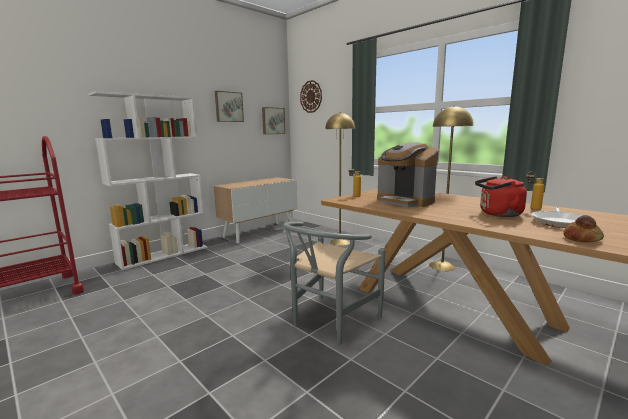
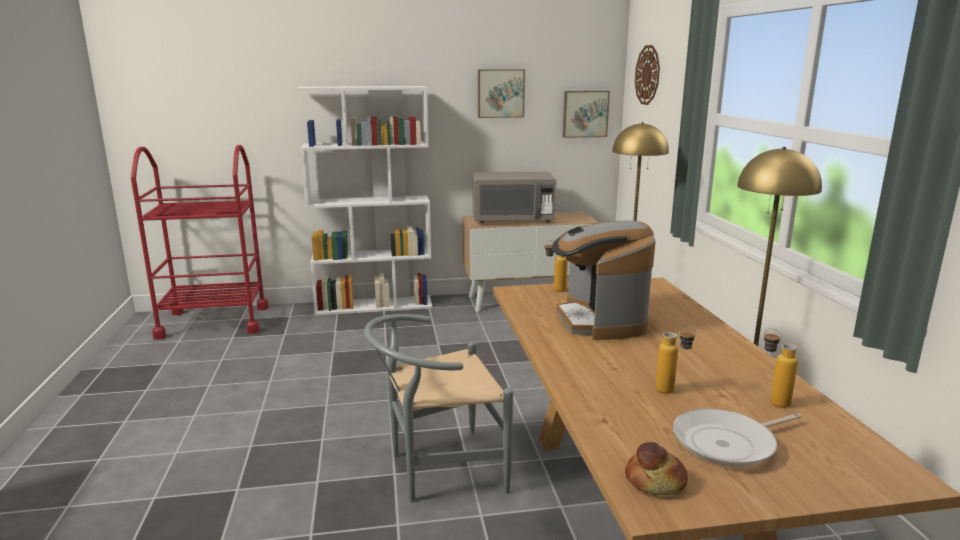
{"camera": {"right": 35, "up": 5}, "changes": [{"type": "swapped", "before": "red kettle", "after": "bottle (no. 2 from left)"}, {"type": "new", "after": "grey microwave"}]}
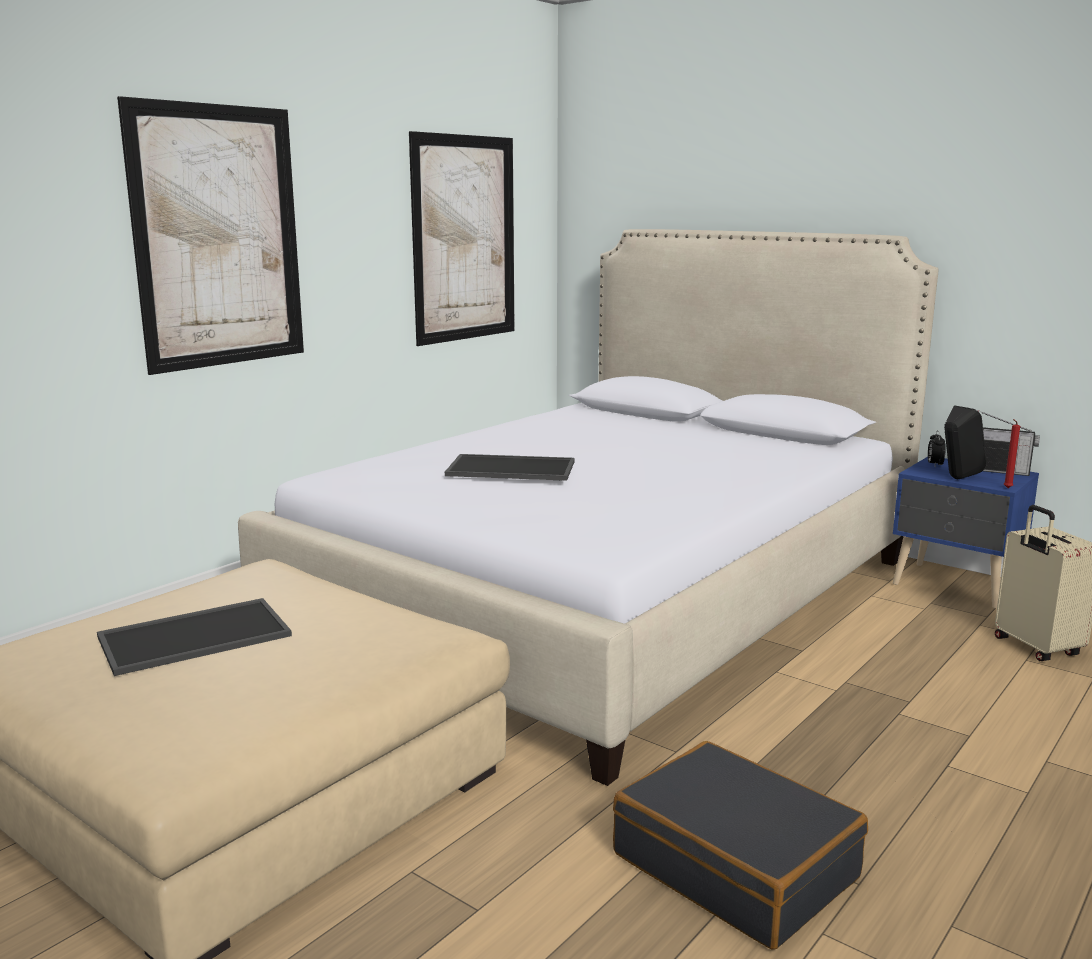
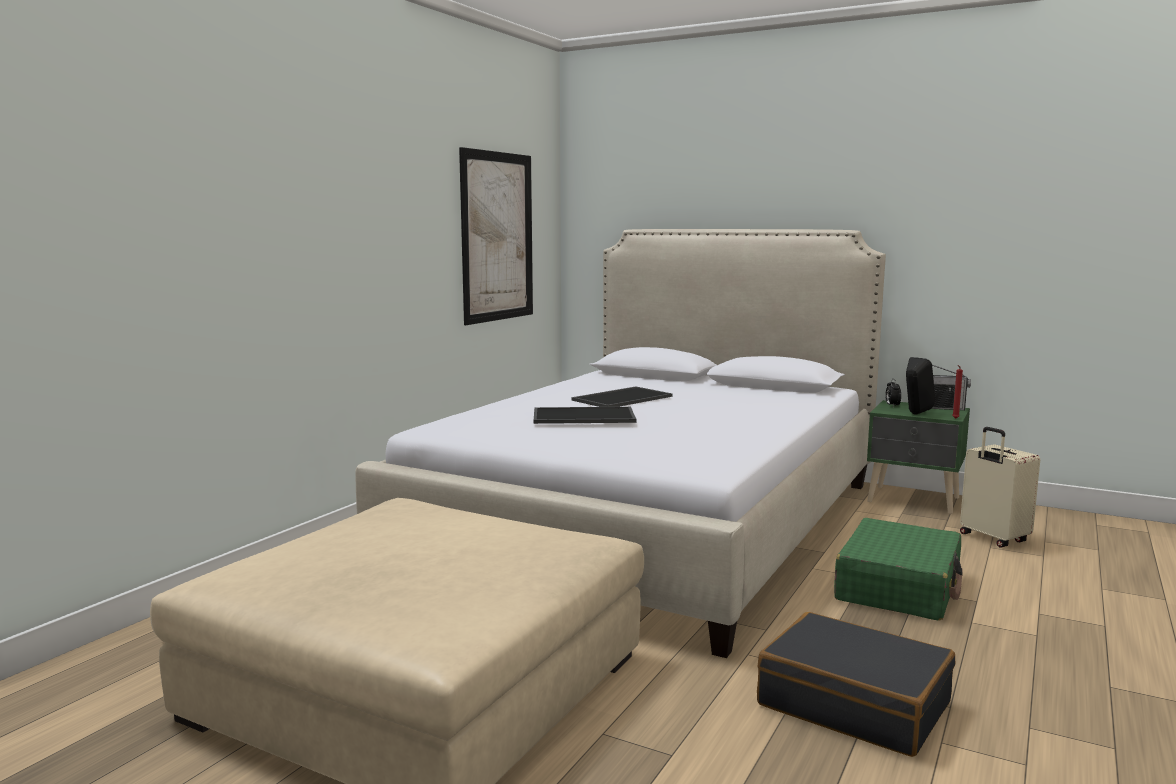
{"camera": {"right": -10, "up": -5}, "changes": [{"type": "gone", "before": "picture (no. 1 from left)"}, {"type": "repainted", "before": "blue nightstand", "after": "green nightstand"}, {"type": "shifted", "before": "tray (no. 1 from left in the first image)", "after": "tray (no. 2 from left)"}, {"type": "new", "after": "green suitcase"}]}
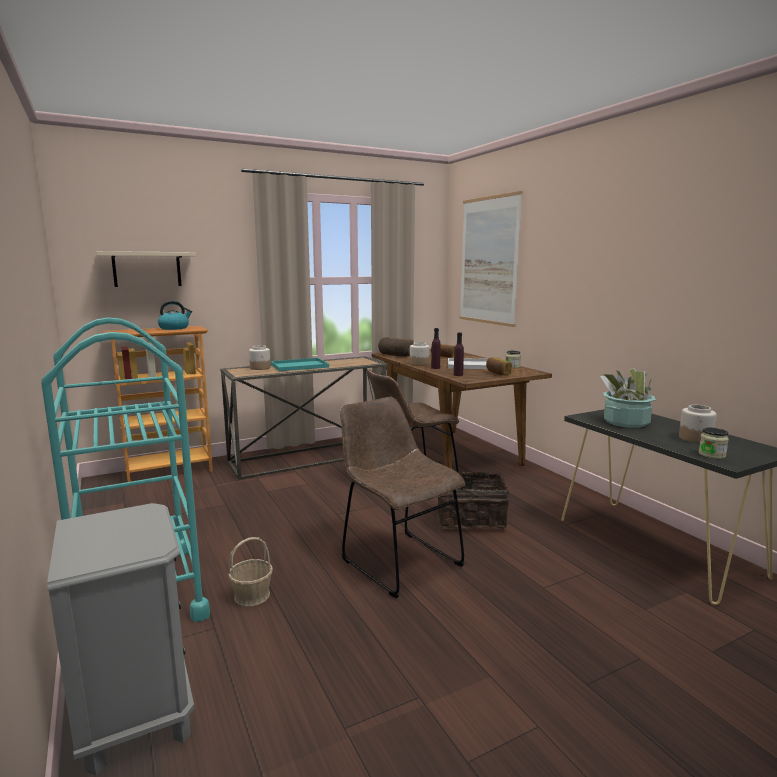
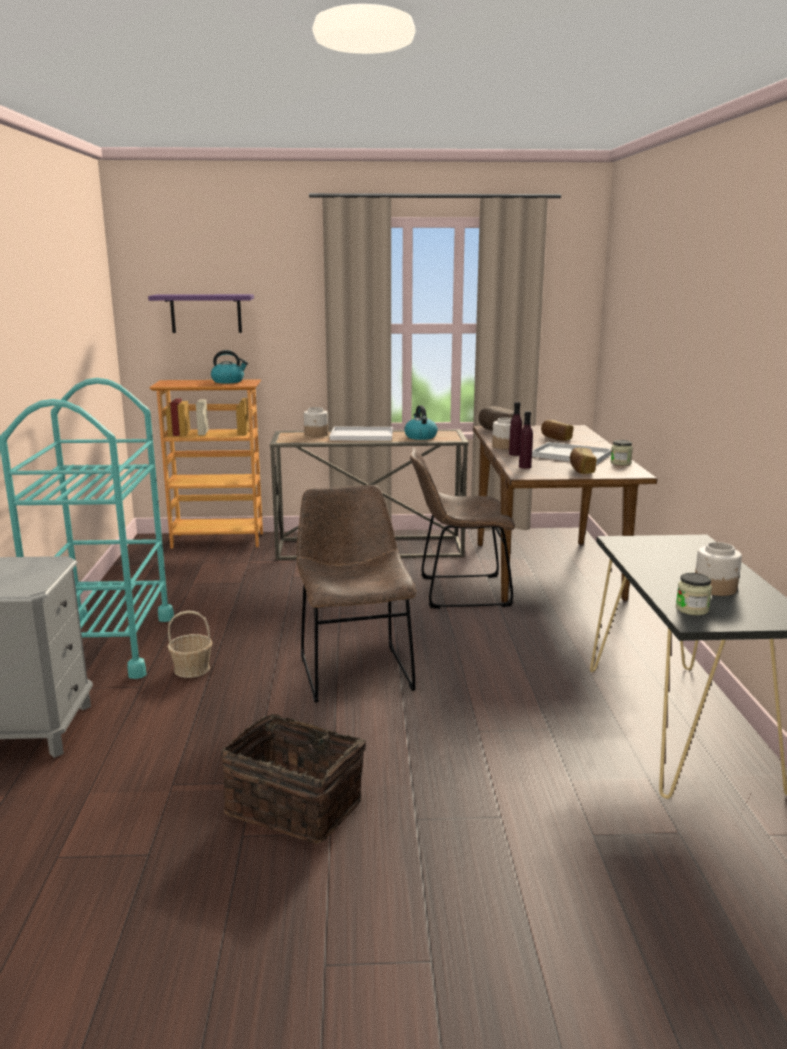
{"camera": {"right": 25, "up": 5}, "changes": [{"type": "gone", "before": "picture"}, {"type": "repainted", "before": "beige shelf", "after": "purple shelf"}, {"type": "repainted", "before": "turquoise tray", "after": "white tray (no. 1 from left)"}, {"type": "gone", "before": "potted plant"}, {"type": "shifted", "before": "basket (no. 2 from left)"}, {"type": "new", "after": "kettle (no. 2 from left)"}]}
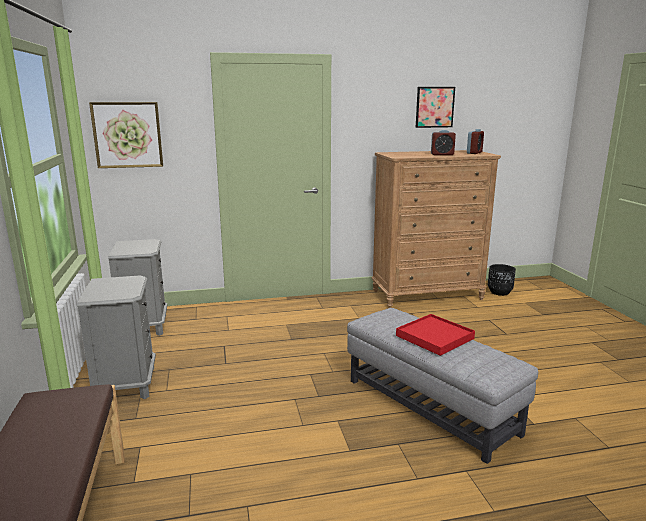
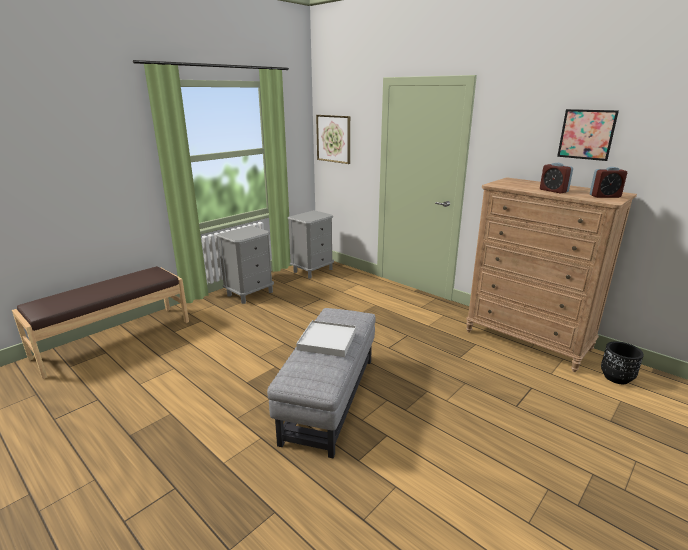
{"camera": {"right": 55, "up": 5}, "changes": [{"type": "repainted", "before": "red tray", "after": "white tray"}]}
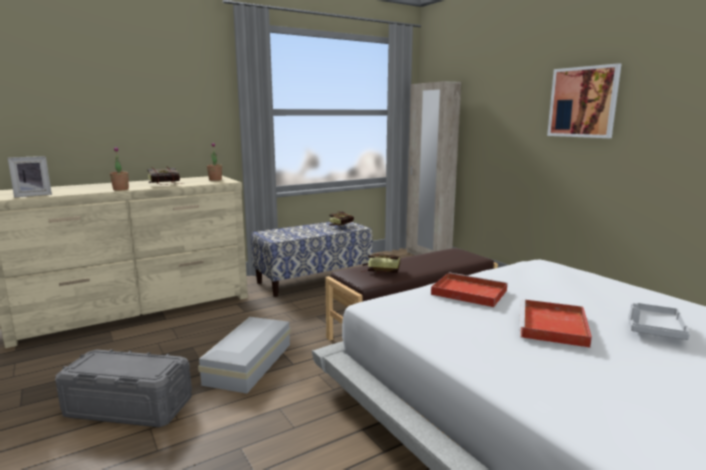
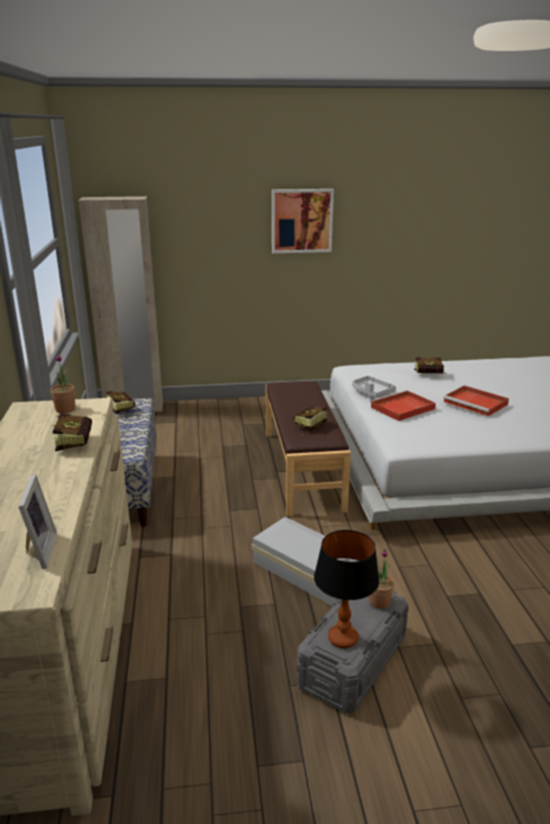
{"camera": {"right": -65, "up": 10}, "changes": [{"type": "shifted", "before": "potted plant (no. 1 from left in the first image)", "after": "potted plant (no. 2 from left)"}, {"type": "shifted", "before": "grey tray"}, {"type": "new", "after": "book (no. 4 from left)"}, {"type": "new", "after": "table lamp"}]}
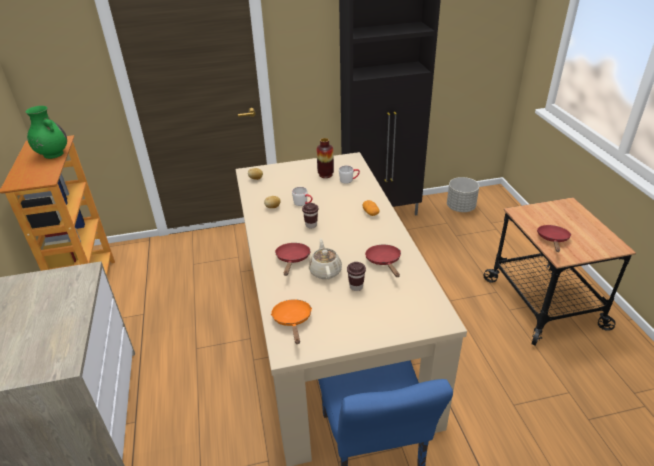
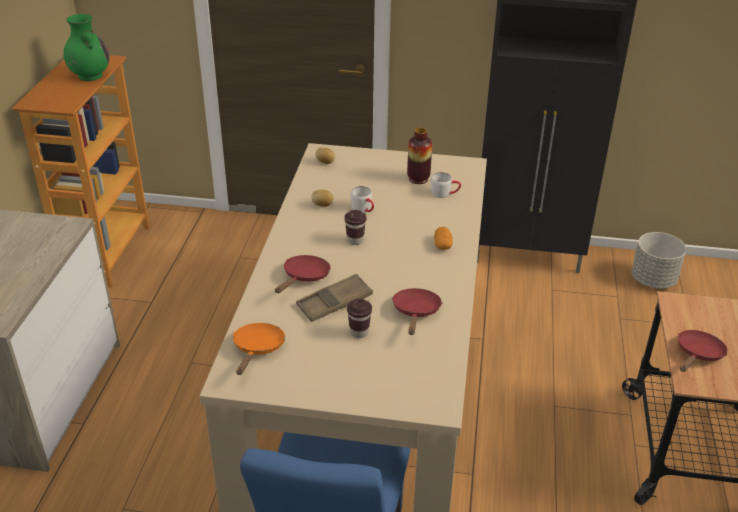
{"camera": {"right": 20, "up": 0}, "changes": [{"type": "swapped", "before": "beige teapot", "after": "brown tray"}]}
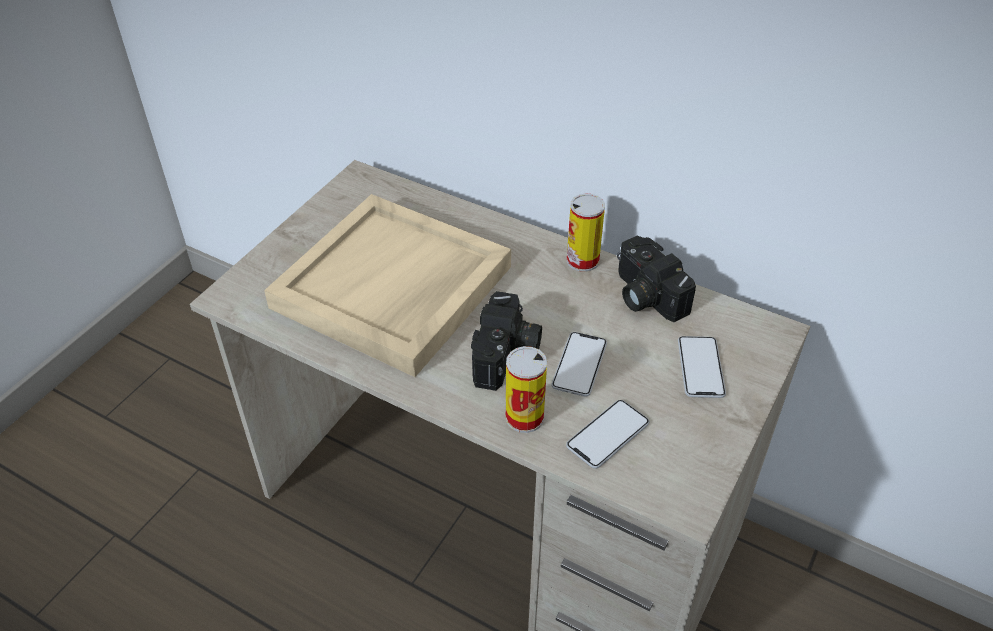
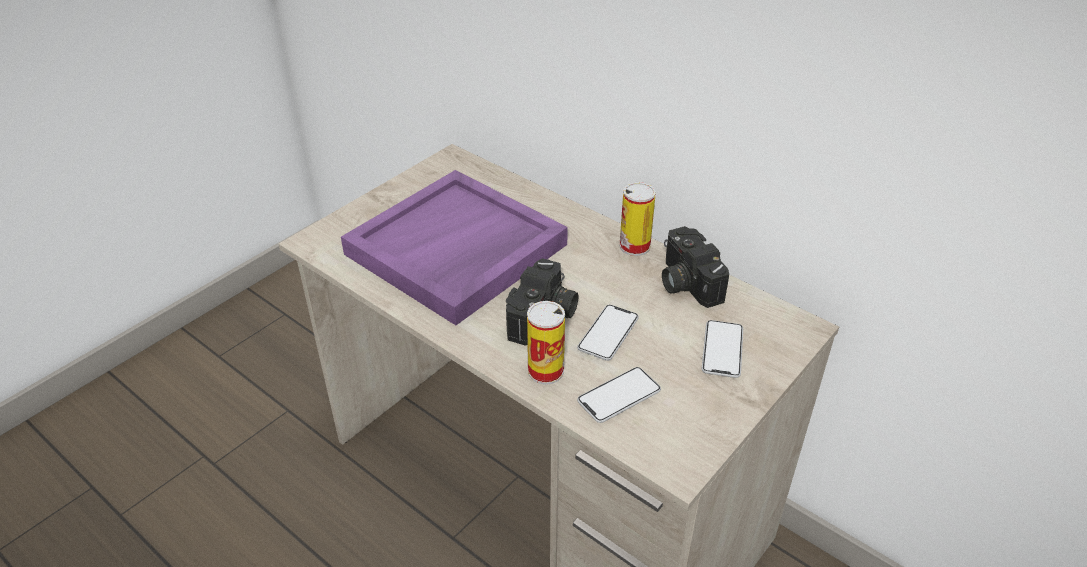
{"camera": {"right": 10, "up": -5}, "changes": [{"type": "repainted", "before": "beige tray", "after": "purple tray"}]}
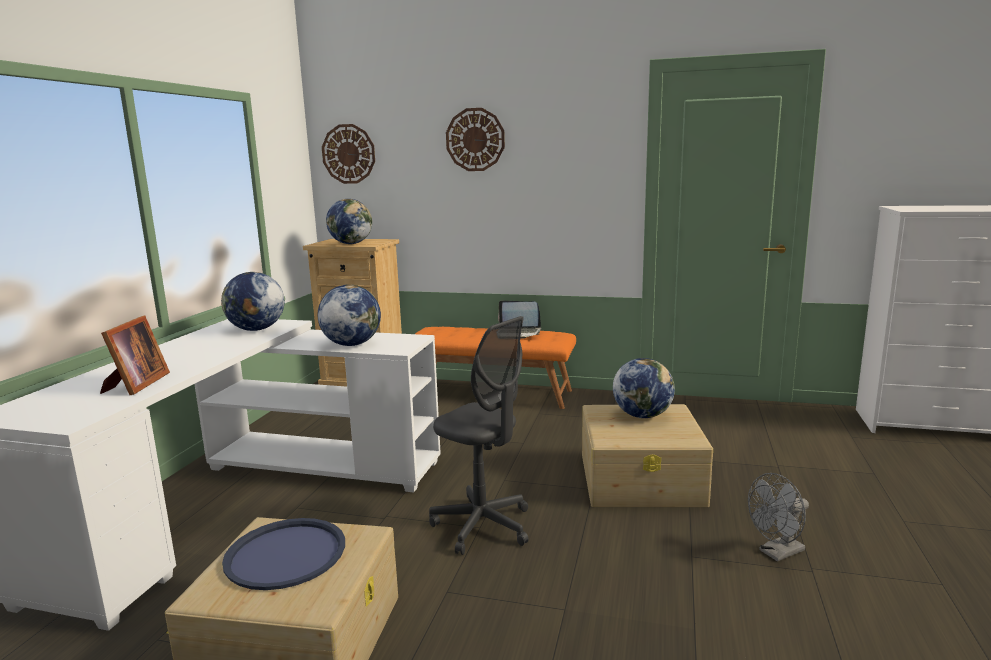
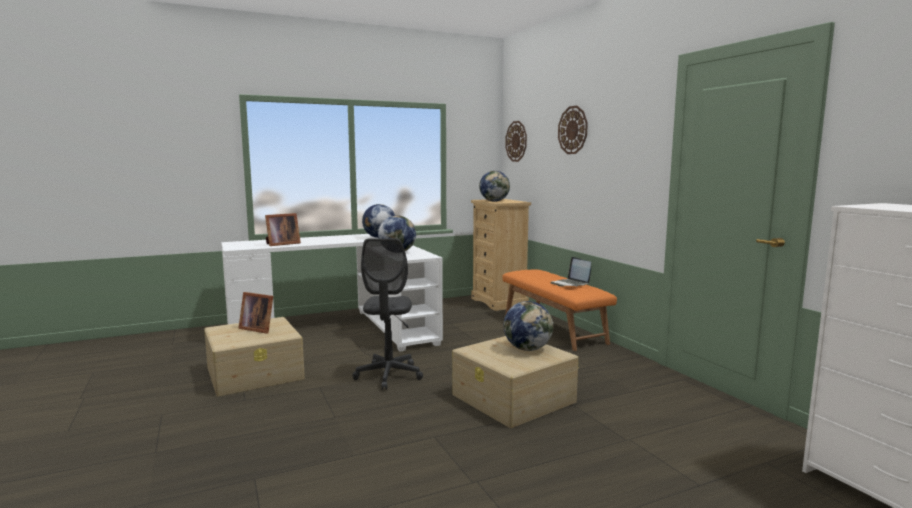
{"camera": {"right": 50, "up": -5}, "changes": [{"type": "gone", "before": "grey fan"}, {"type": "swapped", "before": "blue tray", "after": "picture frame (no. 1 from left)"}]}
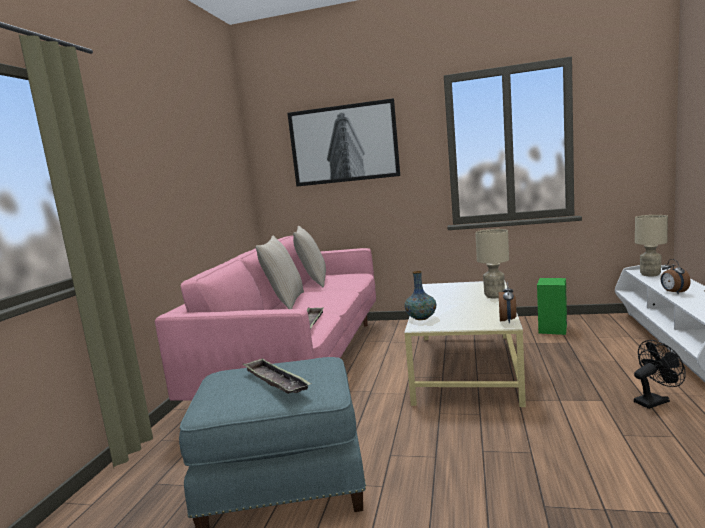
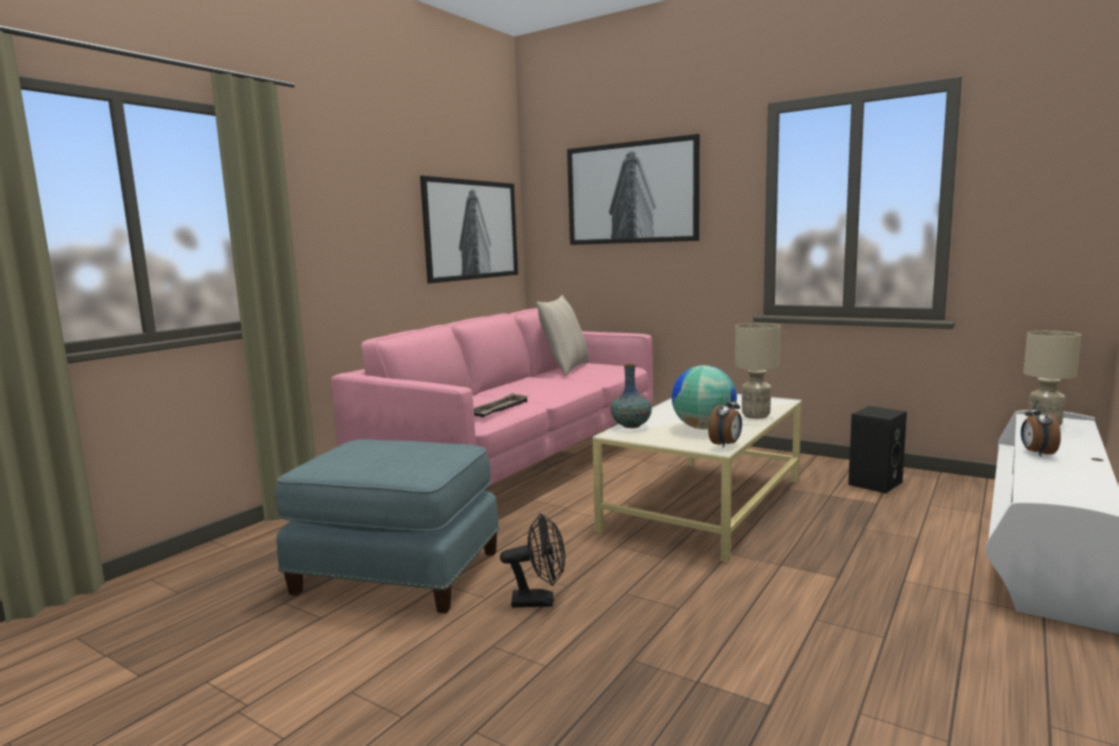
{"camera": {"right": 20, "up": 0}, "changes": [{"type": "gone", "before": "beige pillow (no. 1 from left)"}, {"type": "repainted", "before": "green speaker", "after": "black speaker"}, {"type": "shifted", "before": "black fan"}, {"type": "gone", "before": "tray (no. 1 from left)"}, {"type": "new", "after": "picture (no. 1 from left)"}, {"type": "new", "after": "globe"}]}
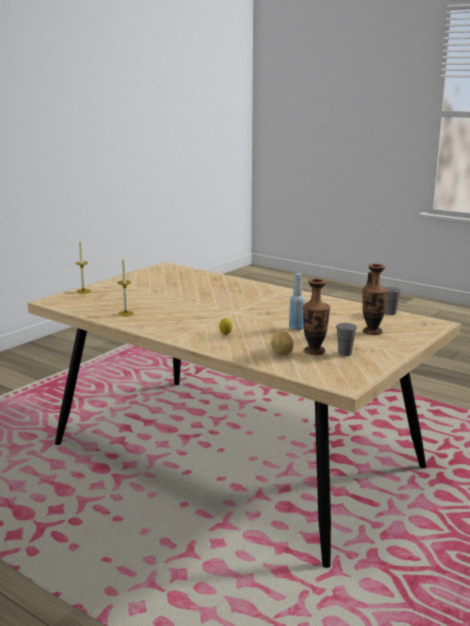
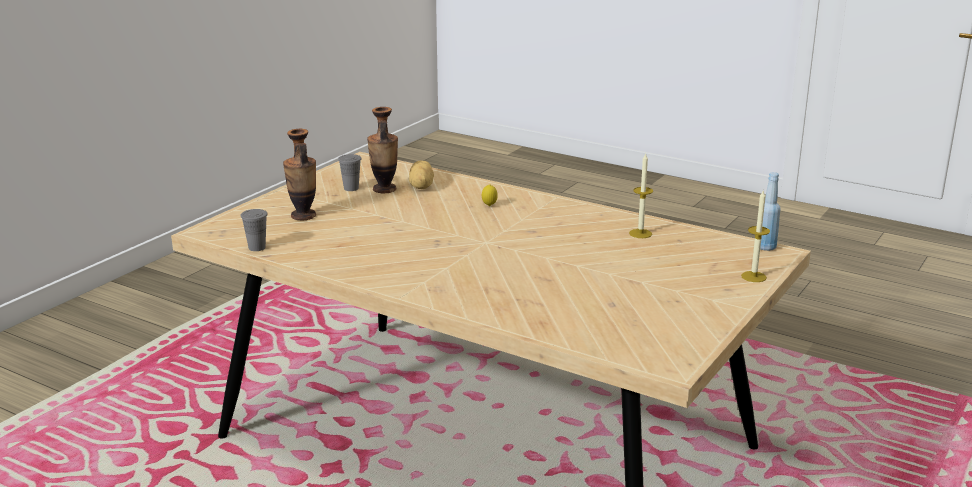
{"camera": {"right": 175, "up": 5}, "changes": [{"type": "shifted", "before": "blue bottle"}]}
